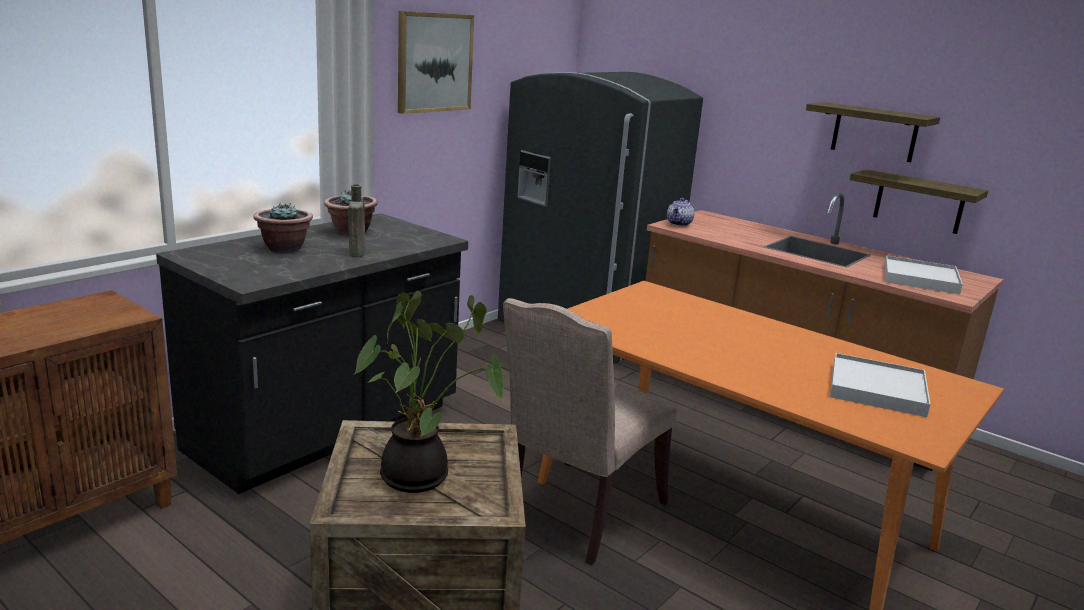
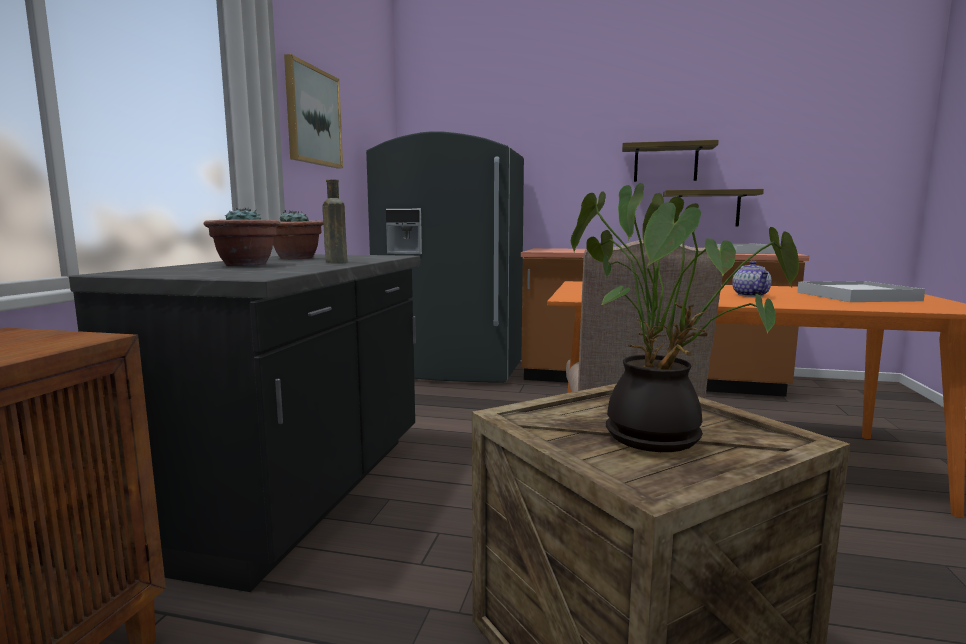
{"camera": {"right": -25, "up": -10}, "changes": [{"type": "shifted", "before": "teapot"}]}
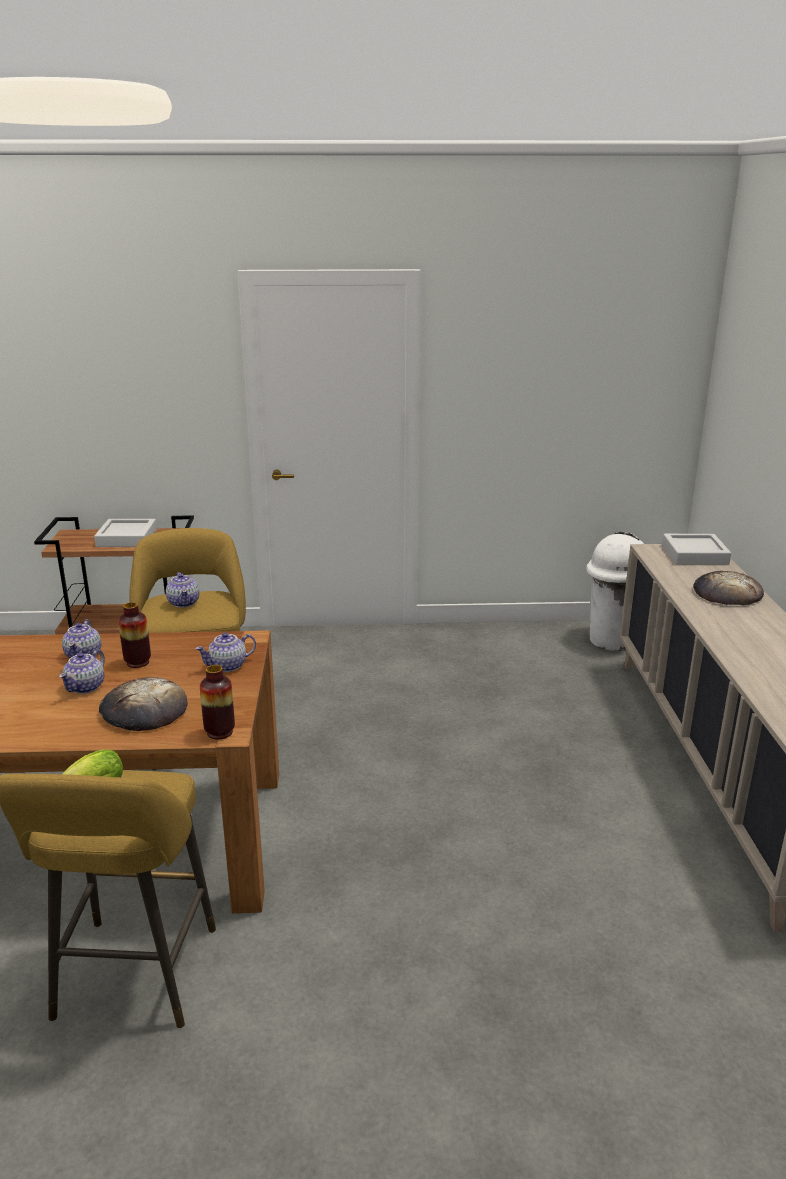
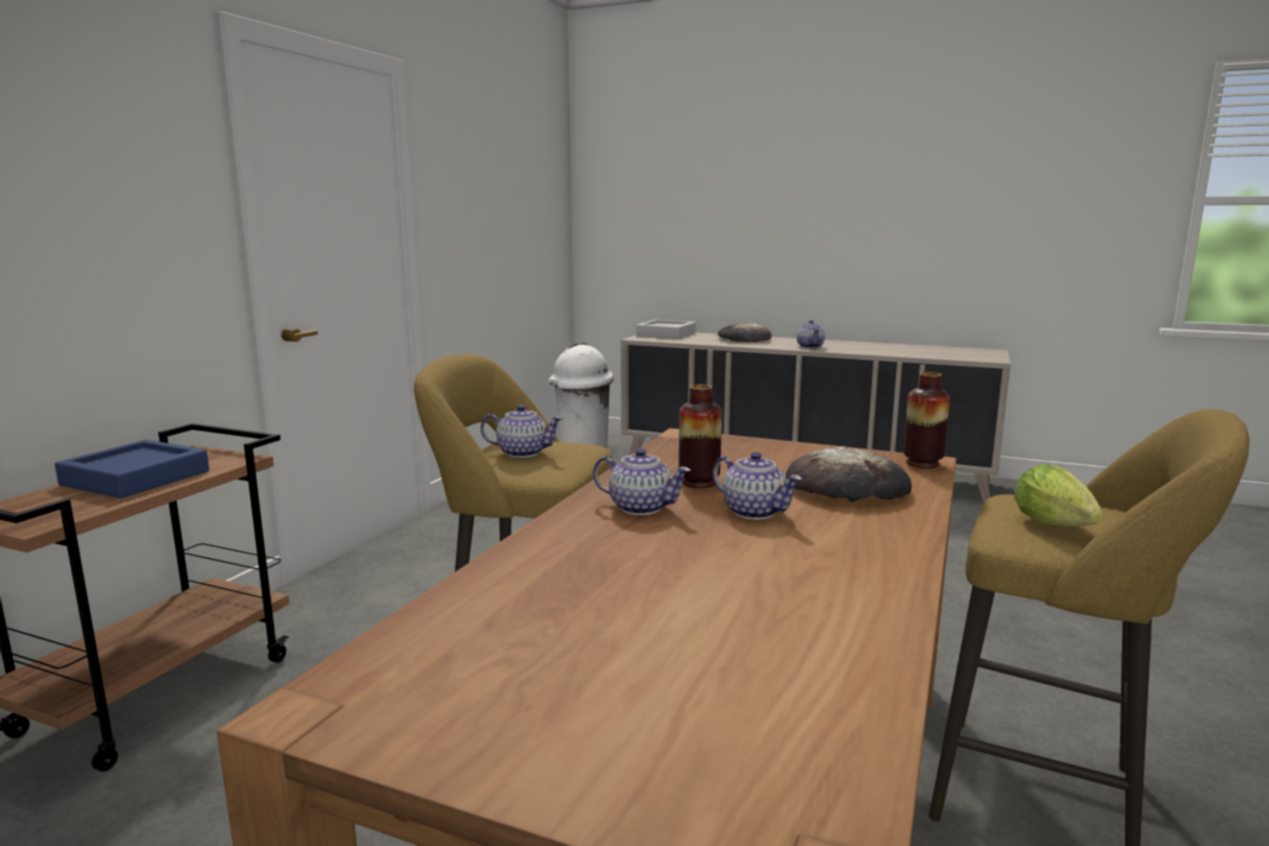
{"camera": {"right": -65, "up": -10}, "changes": [{"type": "repainted", "before": "grey tray (no. 1 from left)", "after": "blue tray"}, {"type": "shifted", "before": "teapot (no. 4 from left)"}]}
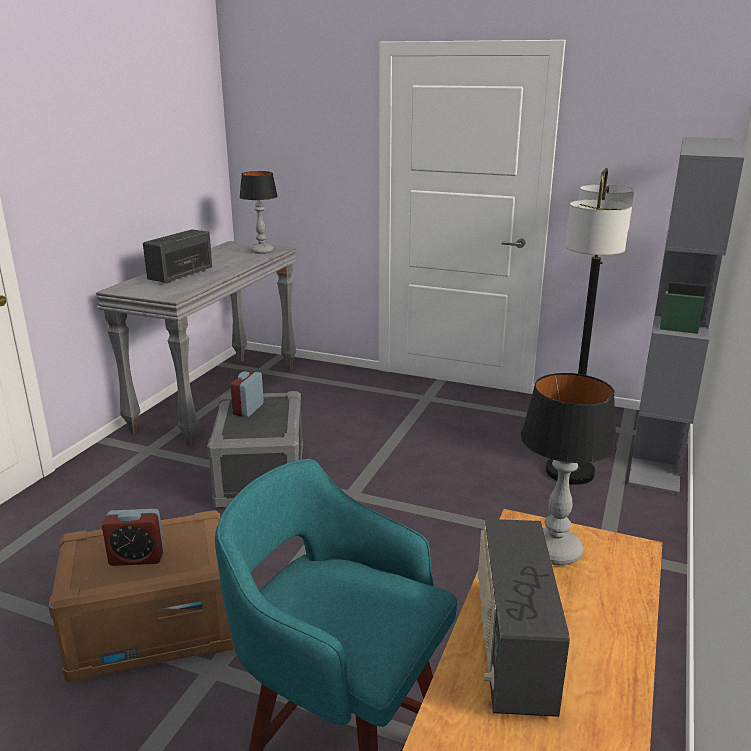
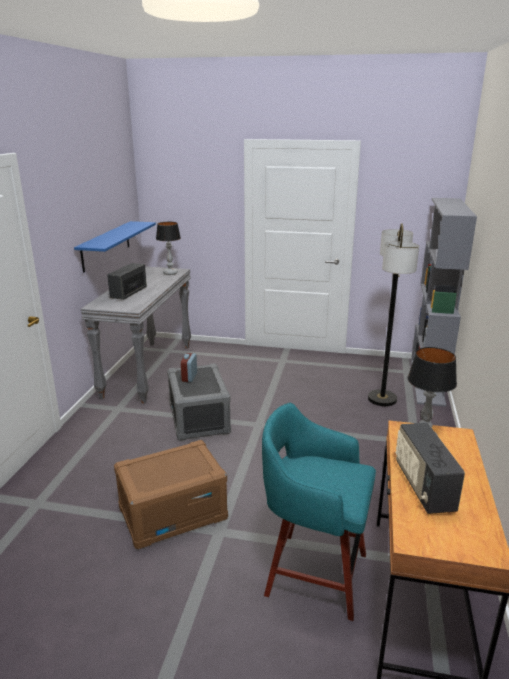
{"camera": {"right": -10, "up": 0}, "changes": [{"type": "gone", "before": "alarm clock (no. 1 from left)"}, {"type": "new", "after": "blue shelf"}]}
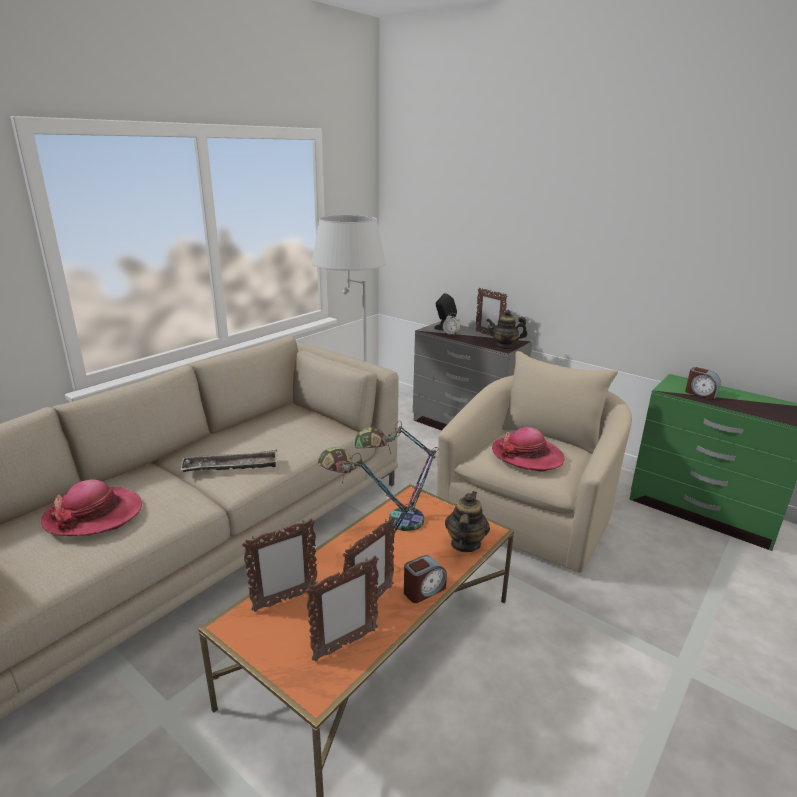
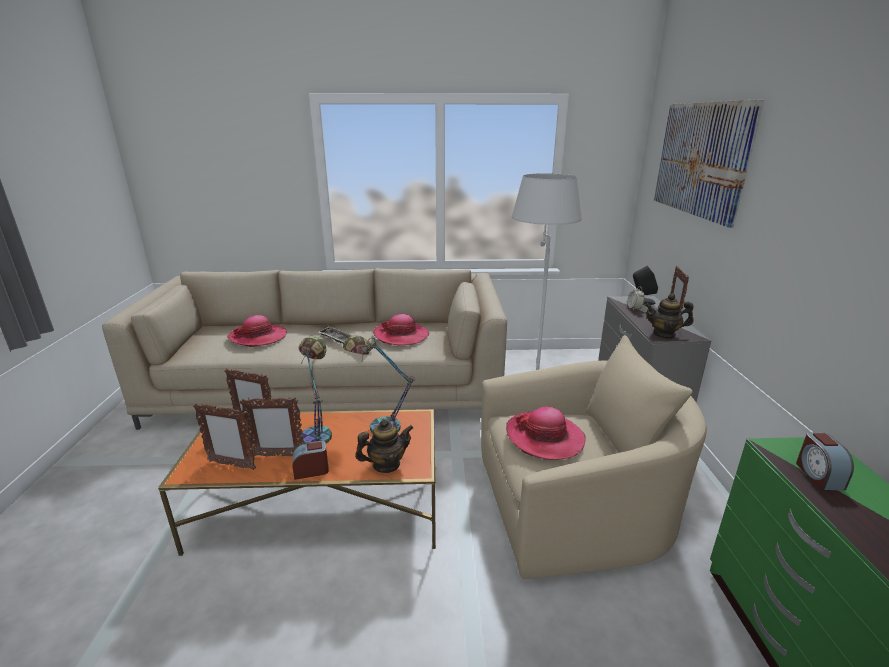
{"camera": {"right": 50, "up": 0}, "changes": [{"type": "rotated", "before": "teapot (no. 2 from left)", "turn": -45}, {"type": "rotated", "before": "alarm clock (no. 1 from left)", "turn": 150}, {"type": "new", "after": "picture"}, {"type": "new", "after": "hat (no. 2 from left)"}]}
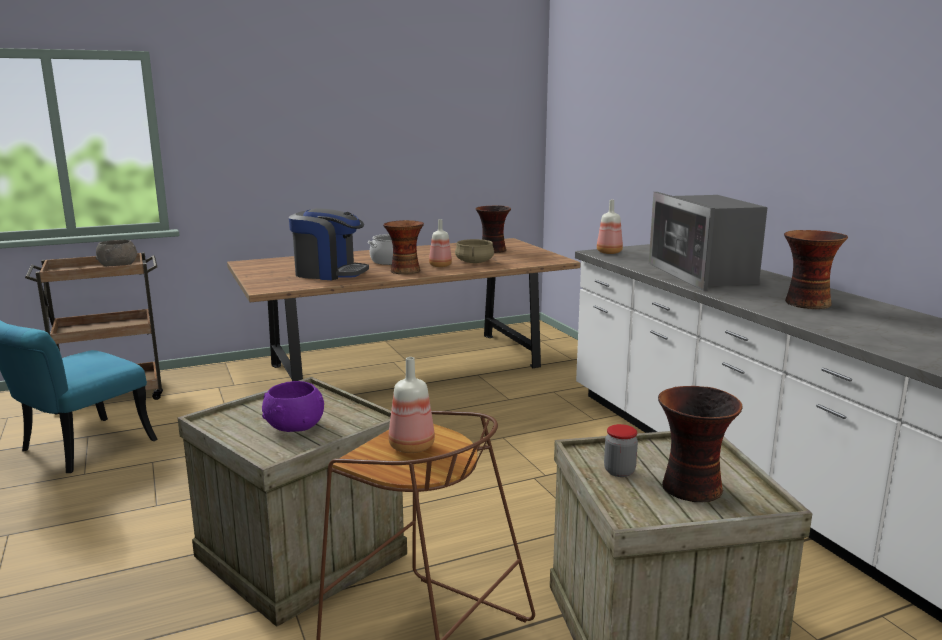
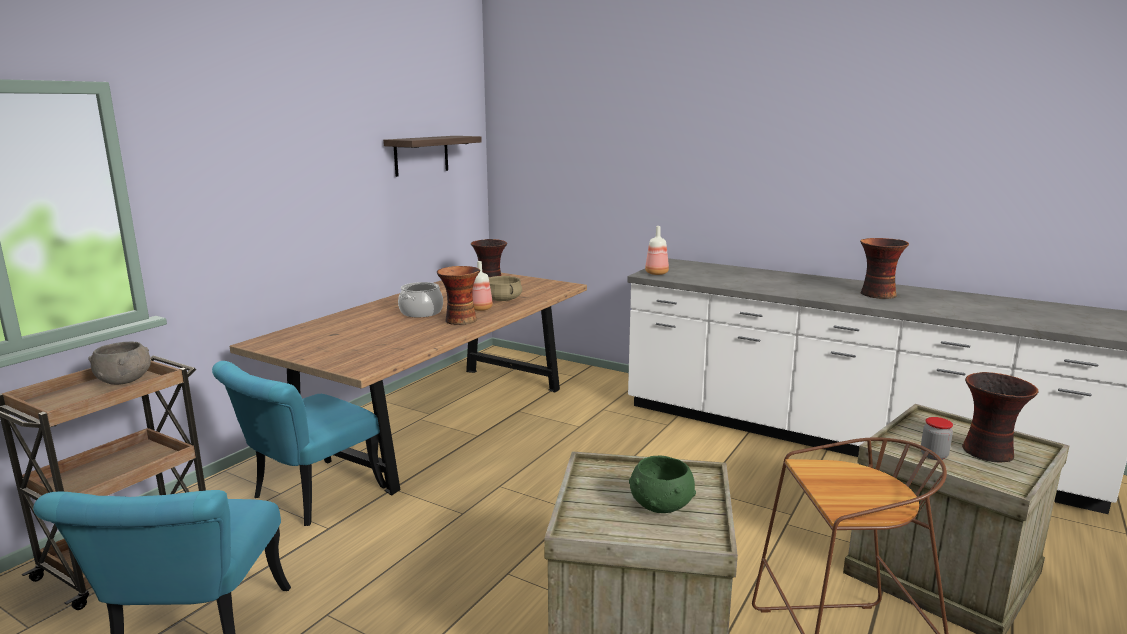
{"camera": {"right": -35, "up": 0}, "changes": [{"type": "gone", "before": "microwave"}, {"type": "gone", "before": "coffee machine"}, {"type": "gone", "before": "bottle (no. 1 from left)"}, {"type": "repainted", "before": "purple bowl", "after": "green bowl"}, {"type": "new", "after": "shelf"}, {"type": "new", "after": "turquoise chair (no. 2 from left)"}]}
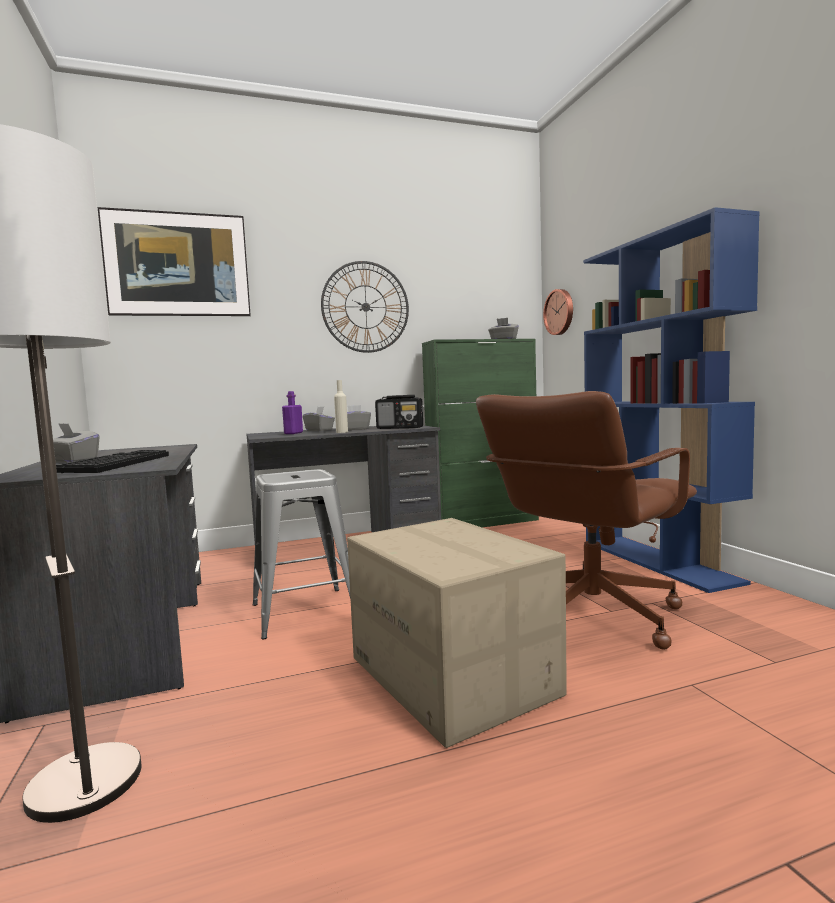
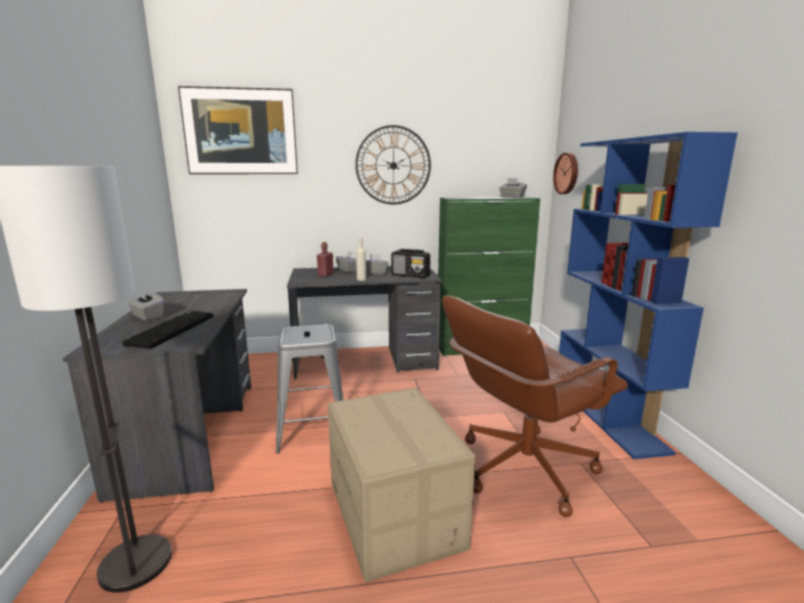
{"camera": {"right": 10, "up": 10}, "changes": [{"type": "repainted", "before": "purple bottle", "after": "red bottle"}]}
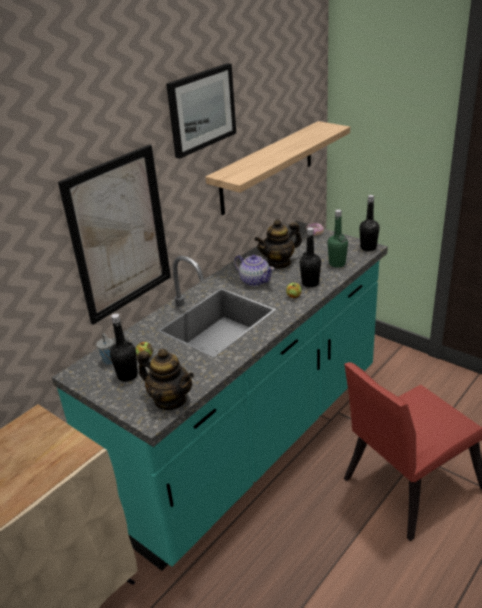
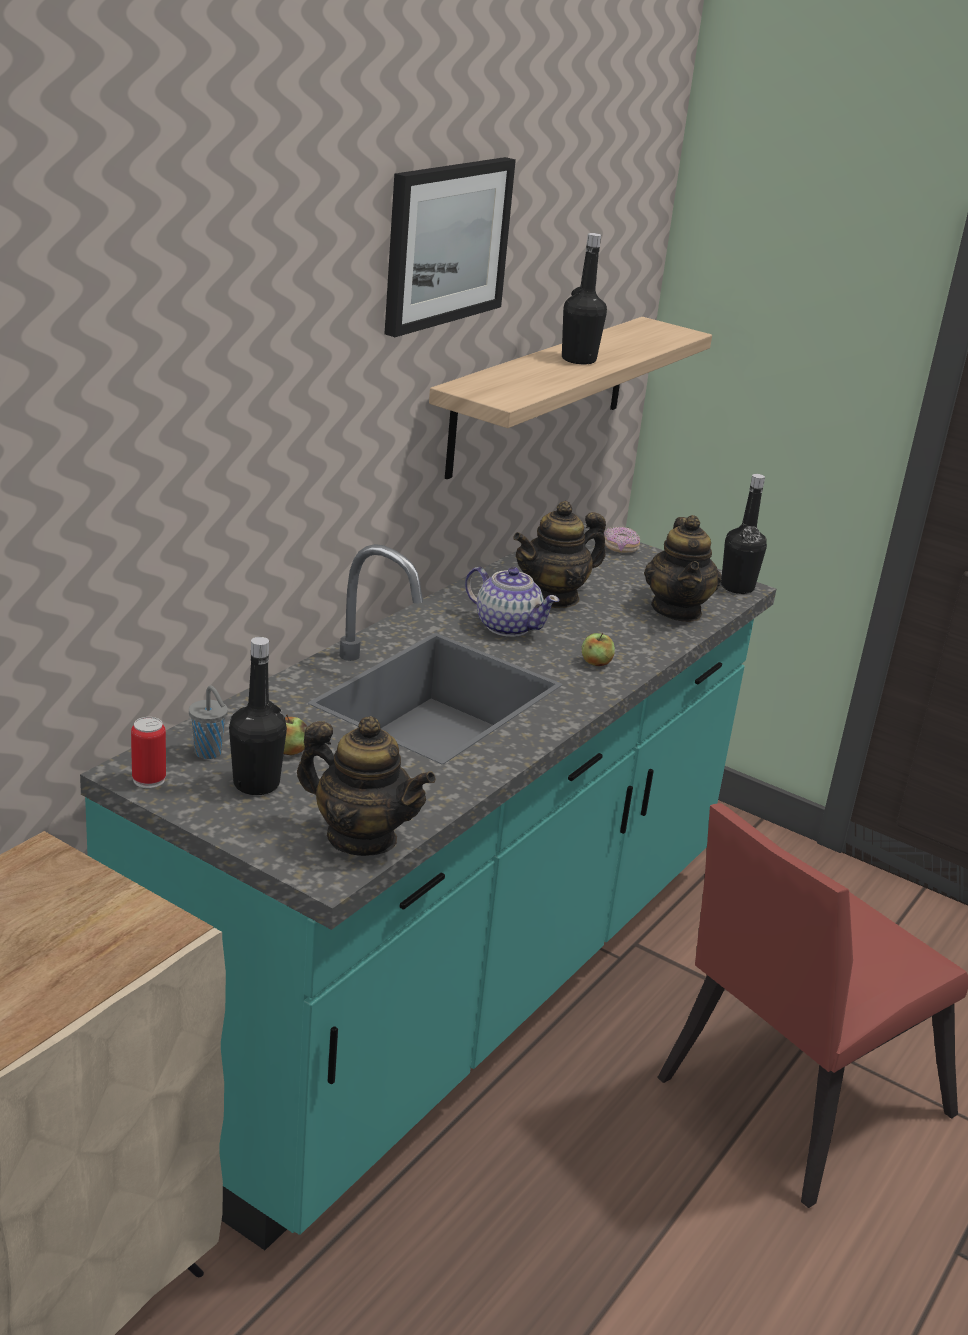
{"camera": {"right": -10, "up": -5}, "changes": [{"type": "gone", "before": "picture (no. 1 from left)"}, {"type": "swapped", "before": "green bottle", "after": "teapot (no. 4 from left)"}, {"type": "shifted", "before": "black bottle (no. 2 from left)"}, {"type": "new", "after": "can"}]}
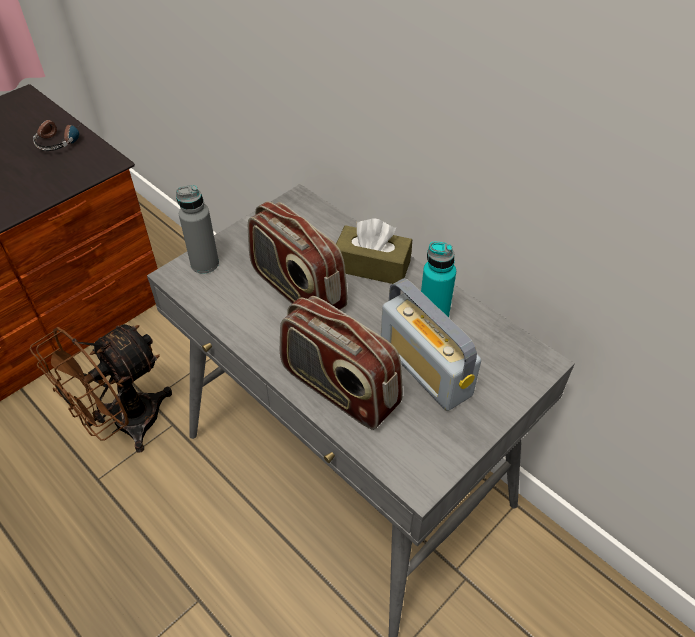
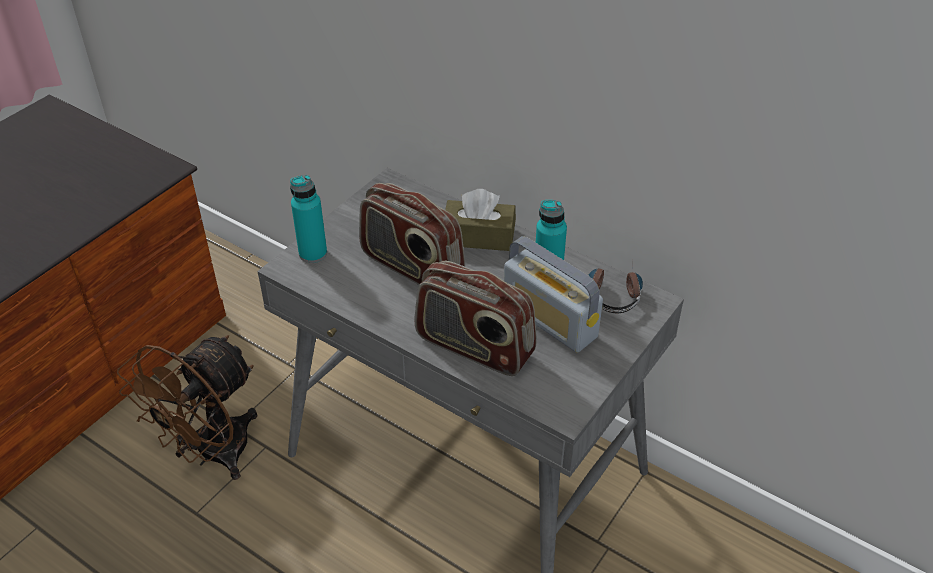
{"camera": {"right": -10, "up": -5}, "changes": [{"type": "shifted", "before": "headphones"}, {"type": "repainted", "before": "grey bottle", "after": "turquoise bottle (no. 1 from left)"}]}
